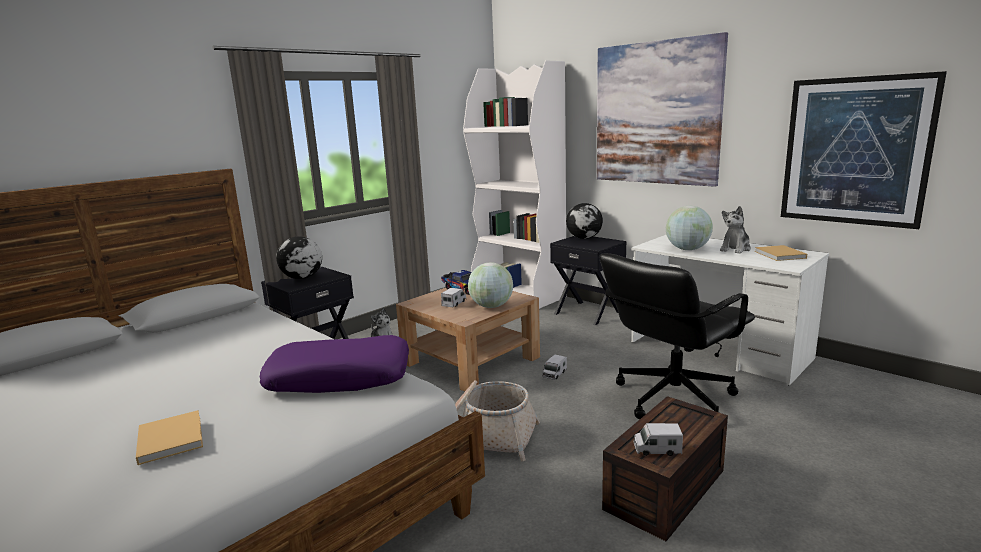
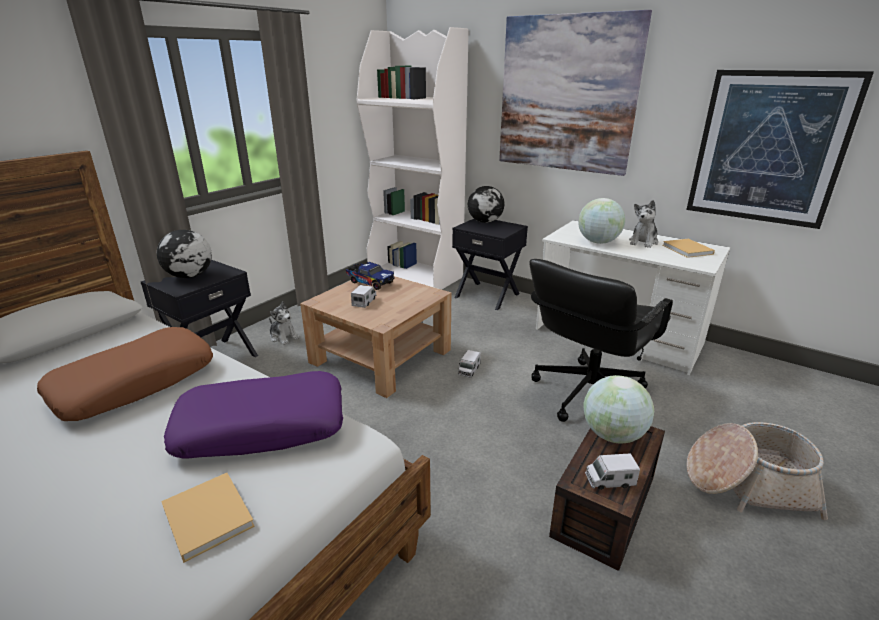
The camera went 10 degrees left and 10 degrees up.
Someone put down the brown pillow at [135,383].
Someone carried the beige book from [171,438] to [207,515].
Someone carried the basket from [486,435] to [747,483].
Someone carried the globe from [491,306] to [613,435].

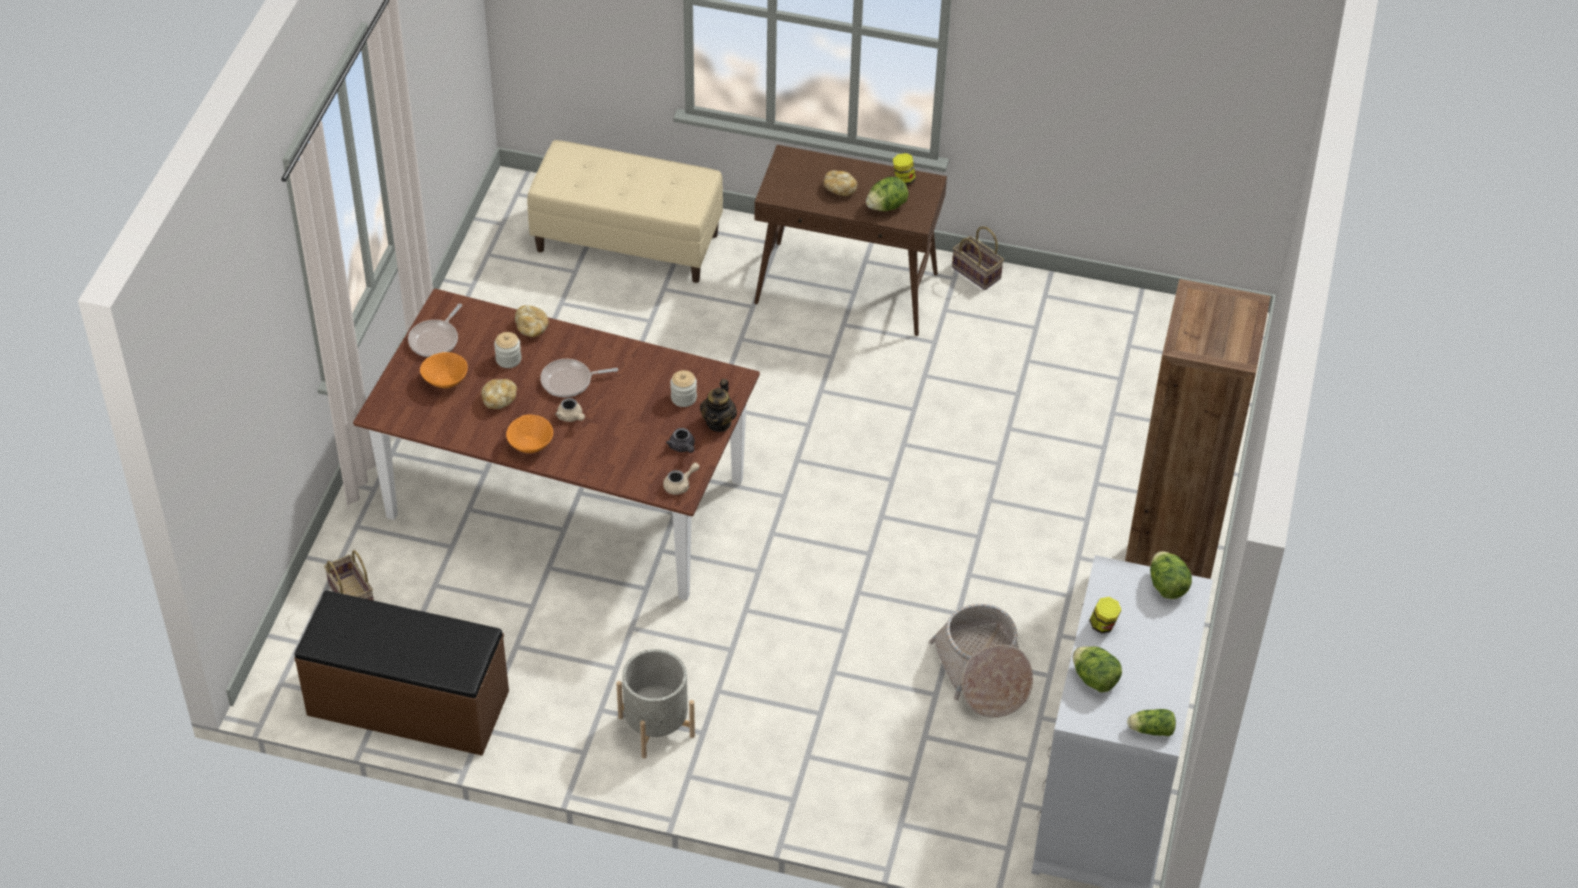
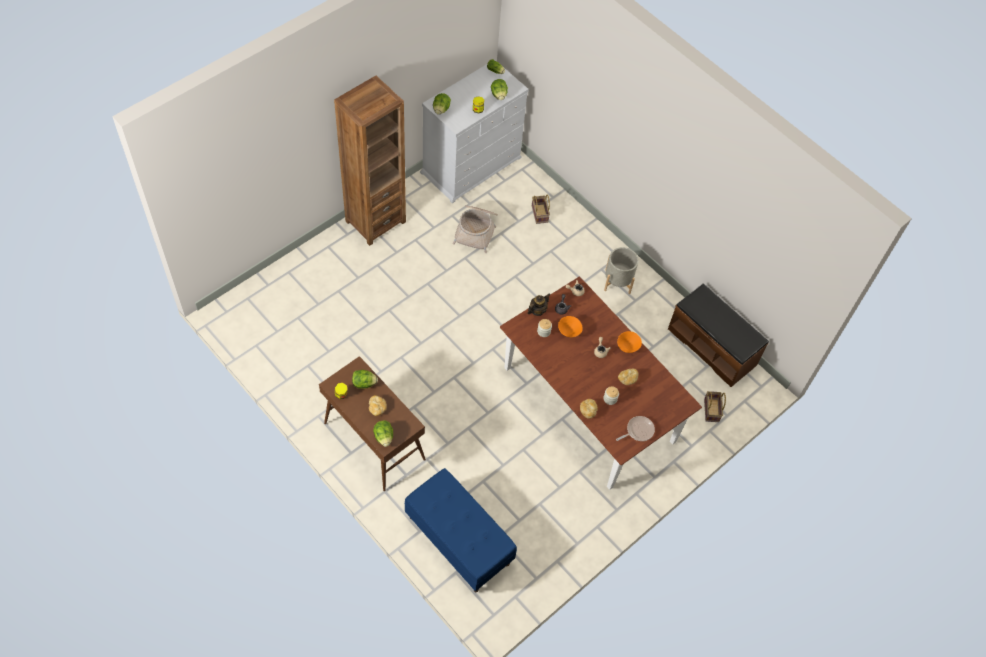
The camera went 150 degrees left and 10 degrees up.
Someone took away the frying pan at [570,381].
Someone put down the lettuce at [384,437].
Someone carried the orange bowl from [445,381] to [569,331].
Someone carried the basket from [977,273] to [539,213].
Someone repainted the beige bench at [628,242], which became the blue bench at [458,540].

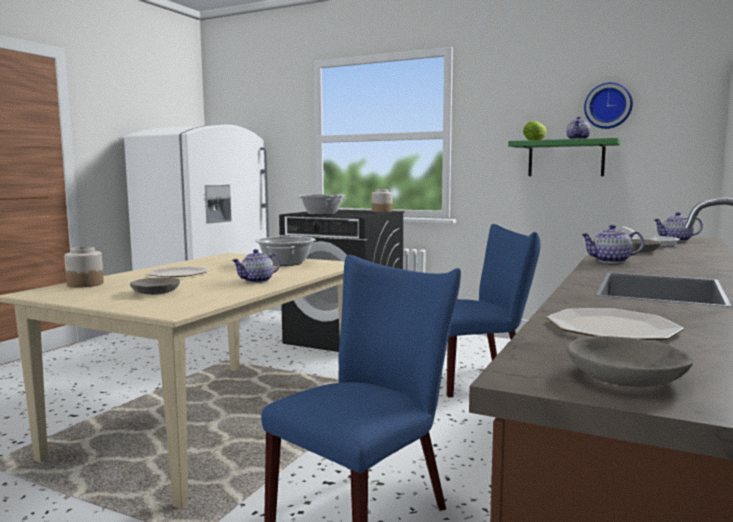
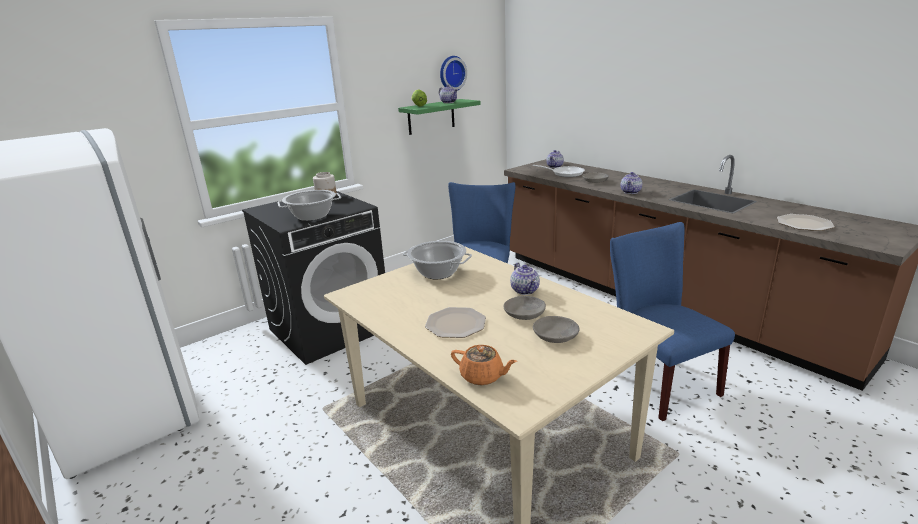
The camera went 65 degrees left and 15 degrees up.
Someone carried the grey bowl from [627,377] to [525,313].
Someone swapped the jar at [85,284] for the orange teapot at [482,376].

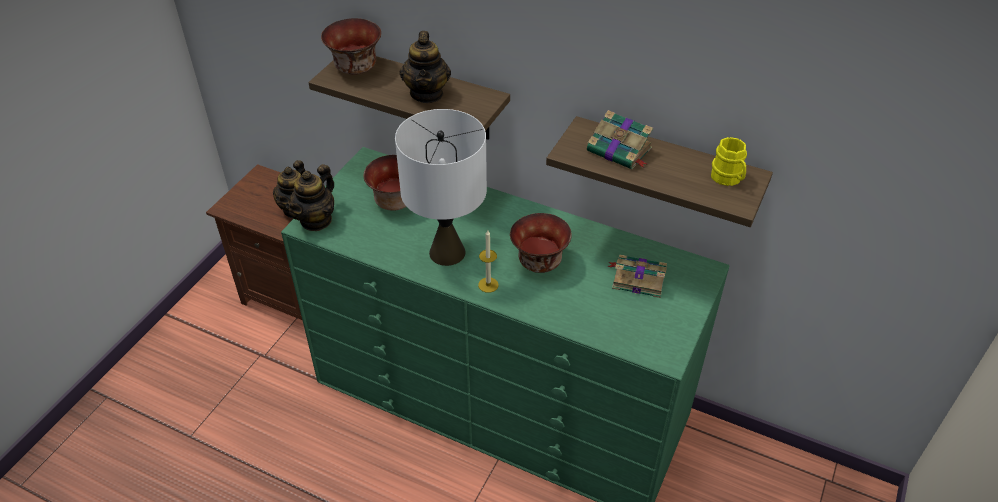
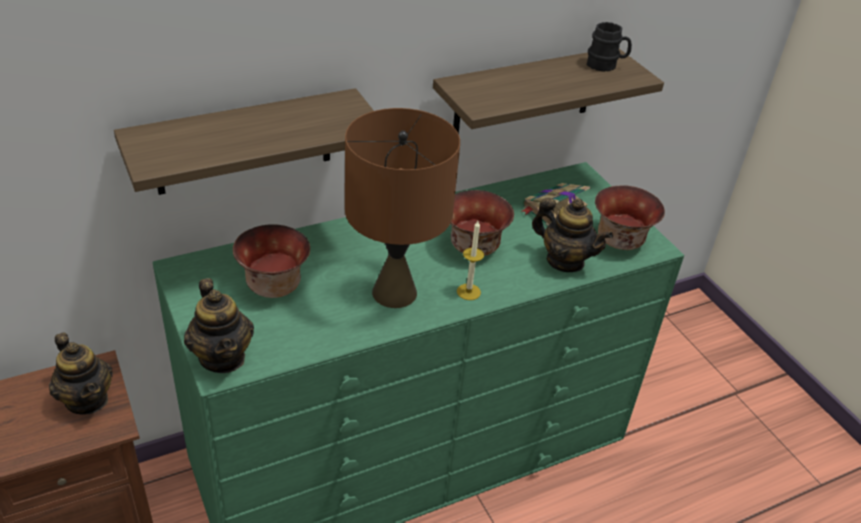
The camera went 55 degrees left and 5 degrees down.
Someone took away the book at [620,151].
Someone carried the bowl from [356,67] to [620,240].
Someone carried the teapot from [427,93] to [565,261].
Someone repainted the white table lamp at [447,252], which became the brown table lamp at [394,292].
Someone repainted the yellow mug at [728,179], which became the black mug at [606,65].

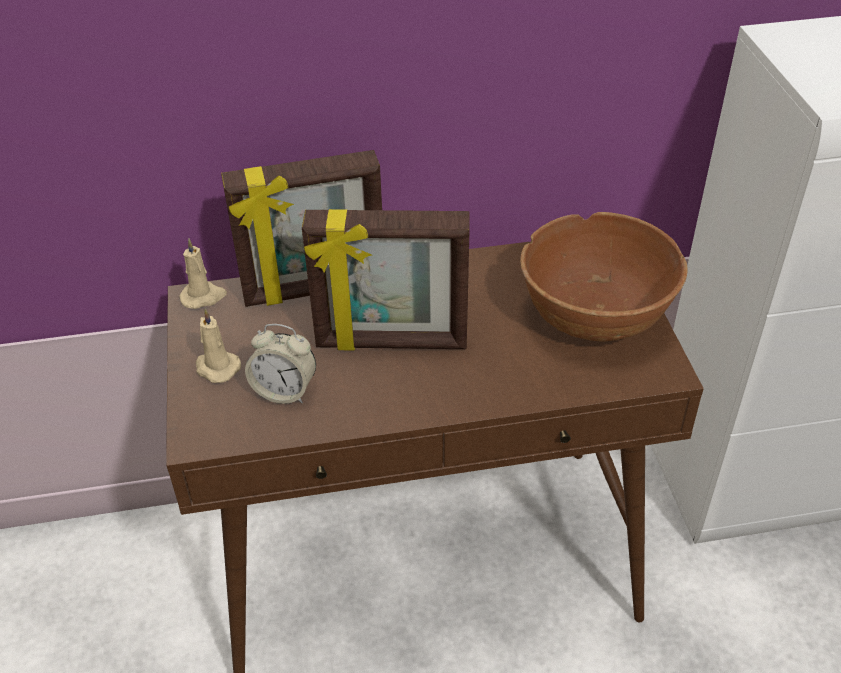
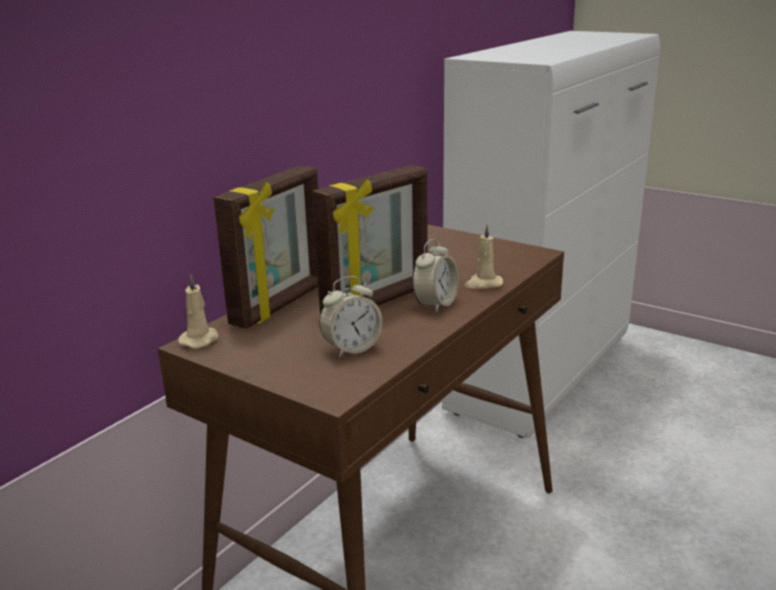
The camera went 45 degrees left and 20 degrees down.
Someone took away the brown bowl at [595,314].
Someone put down the alarm clock at [435,304].
Someone carried the beige candle from [216,368] to [483,284].

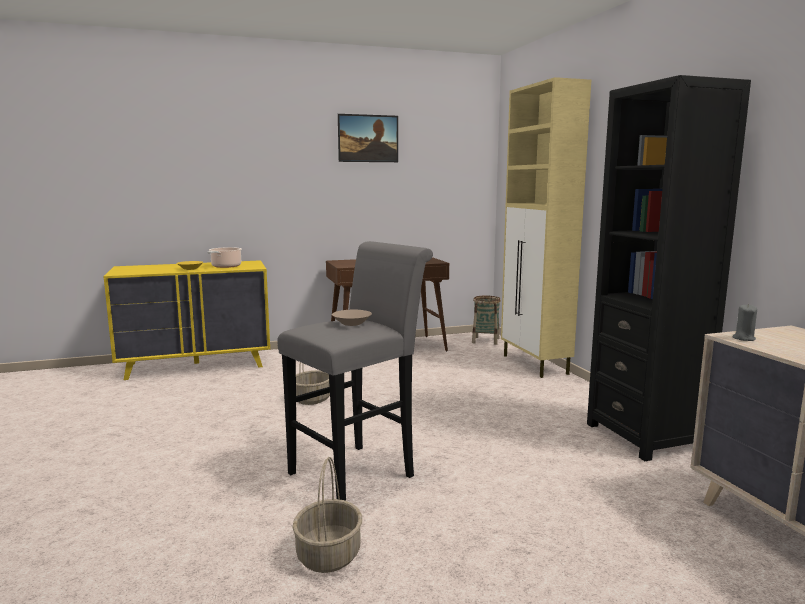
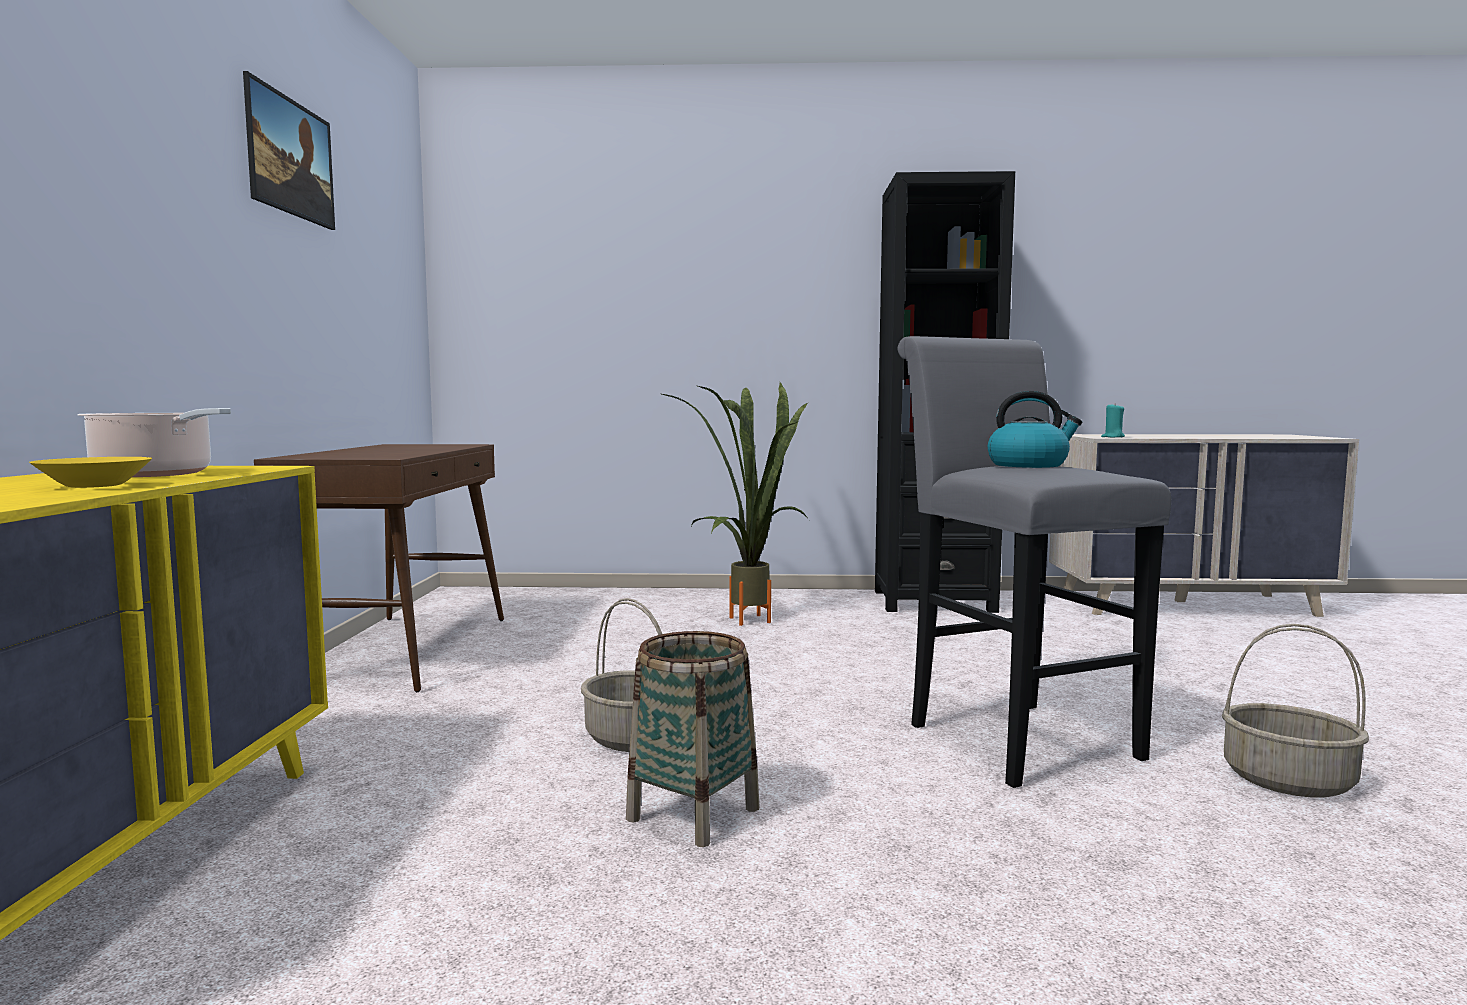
The camera went 70 degrees left and 5 degrees down.
Someone took away the beige cabinet at [535,365].
Someone put down the potted plant at [749,617].
Someone carried the basket from [485,341] to [694,814].
Someone swapped the beige bowl at [352,324] for the kettle at [1029,465].
Someone repainted the grey candle at [743,338], which became the turquoise candle at [1112,437].

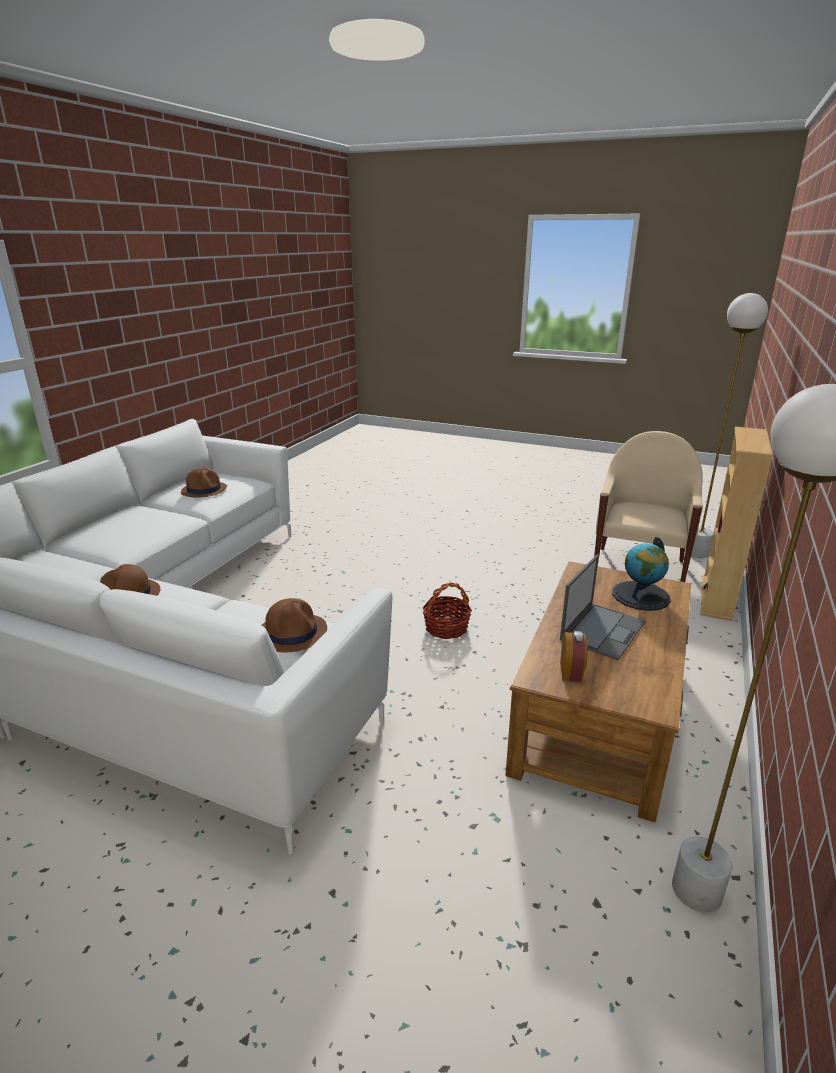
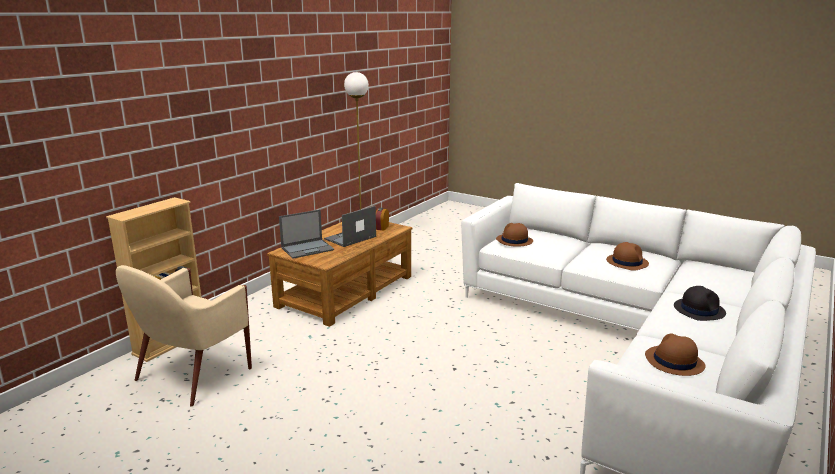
The camera went 170 degrees left and 5 degrees down.
Someone took away the basket at [446,628].
Someone took away the white floor lamp at [697,553].
Someone put down the black hat at [699,310].
Someone swapped the globe at [641,596] for the laptop at [308,249].

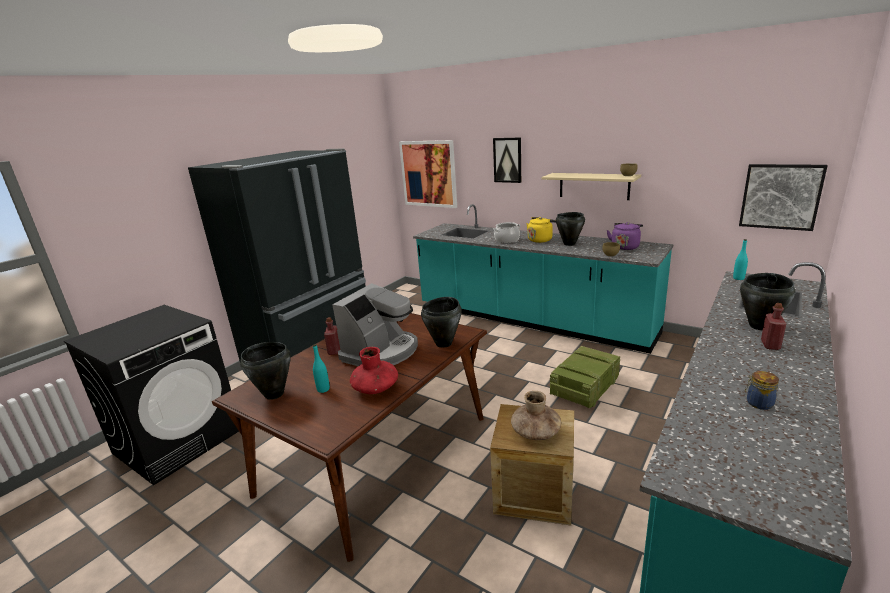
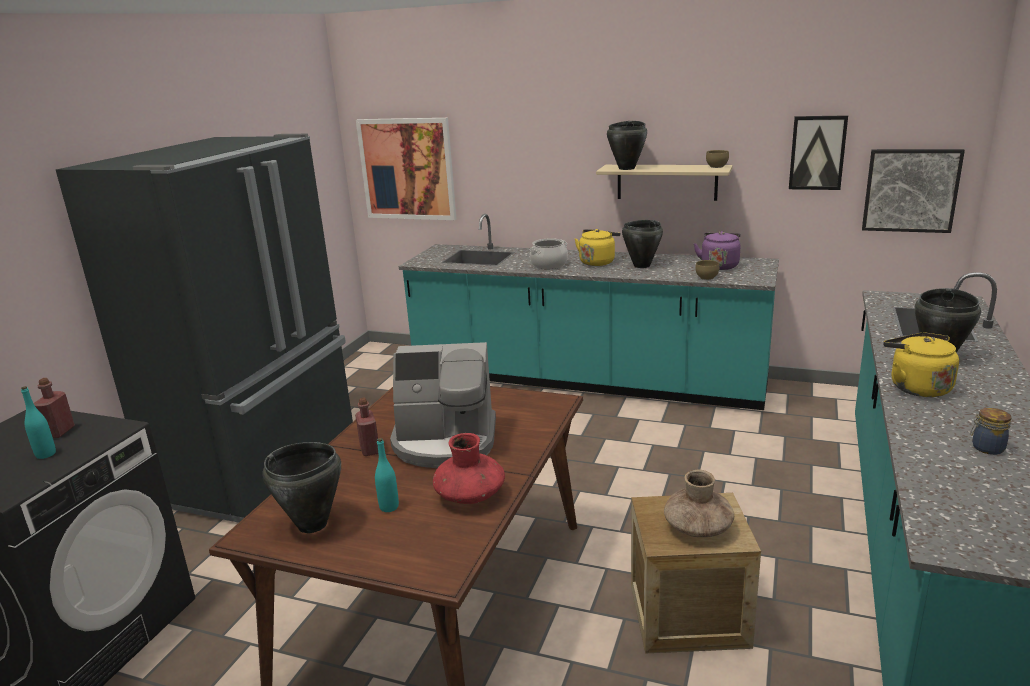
The camera went 15 degrees left and 0 degrees up.
Someone took away the crate at [585,387].
Someone put down the yellow kettle at [916,387].
Someone carried the black cooking pot from [444,343] to [627,168].
Someone carried the picture from [507,160] to [817,152].
Someone carried the turquoise bottle from [738,278] to [46,454].
Someone carried the red bottle from [770,345] to [60,432].
Someone rotated the coffee machine at [381,351] by 75 degrees clockwise.

